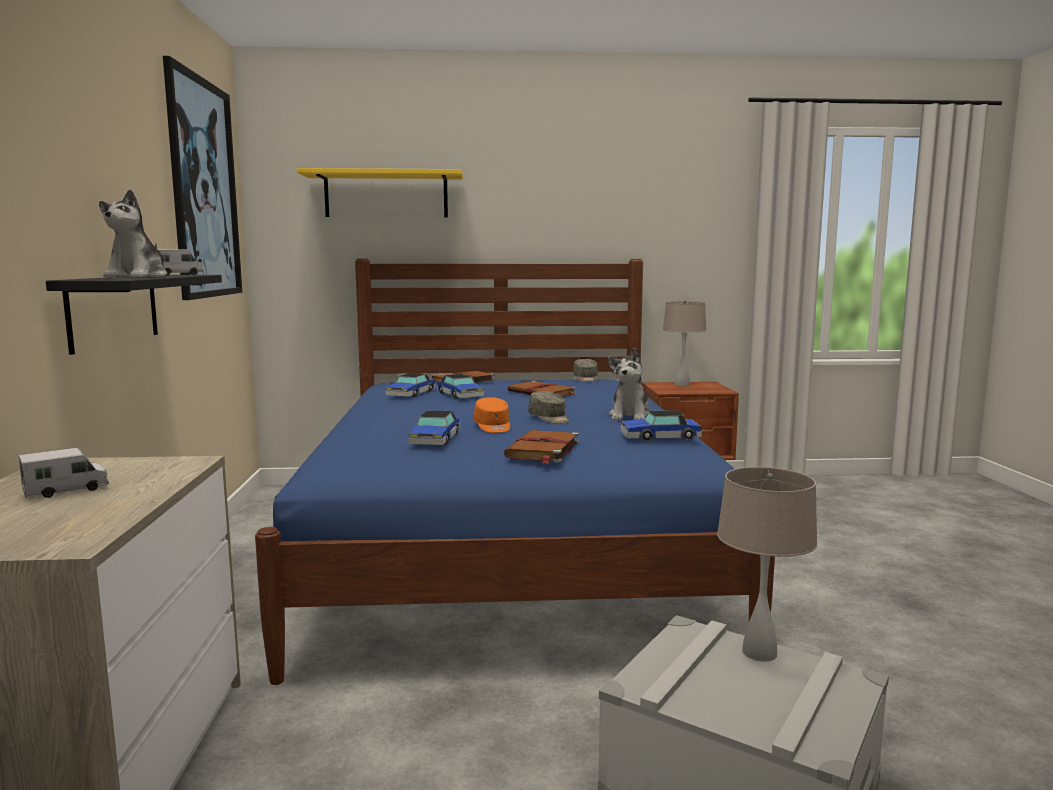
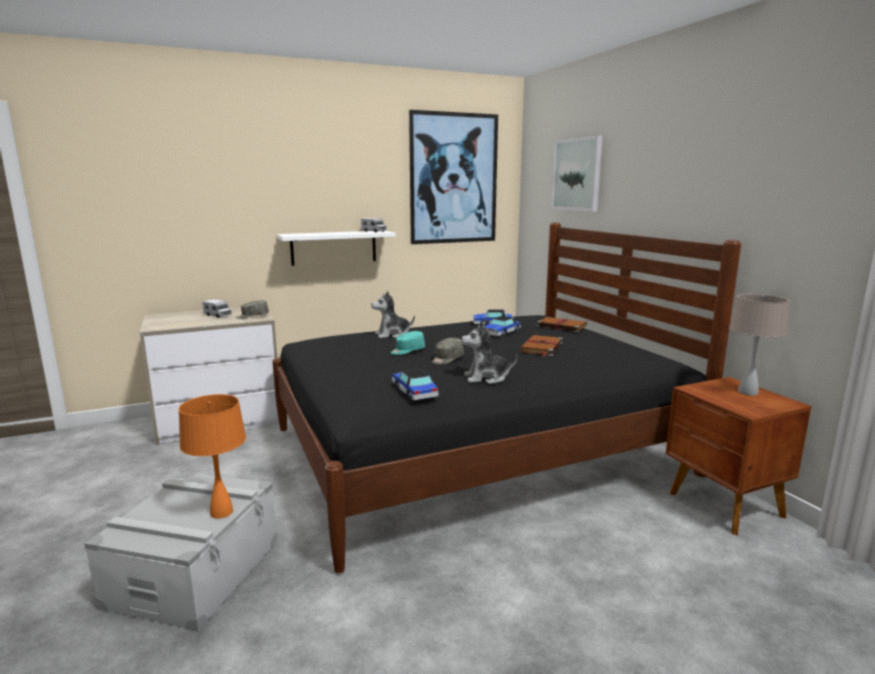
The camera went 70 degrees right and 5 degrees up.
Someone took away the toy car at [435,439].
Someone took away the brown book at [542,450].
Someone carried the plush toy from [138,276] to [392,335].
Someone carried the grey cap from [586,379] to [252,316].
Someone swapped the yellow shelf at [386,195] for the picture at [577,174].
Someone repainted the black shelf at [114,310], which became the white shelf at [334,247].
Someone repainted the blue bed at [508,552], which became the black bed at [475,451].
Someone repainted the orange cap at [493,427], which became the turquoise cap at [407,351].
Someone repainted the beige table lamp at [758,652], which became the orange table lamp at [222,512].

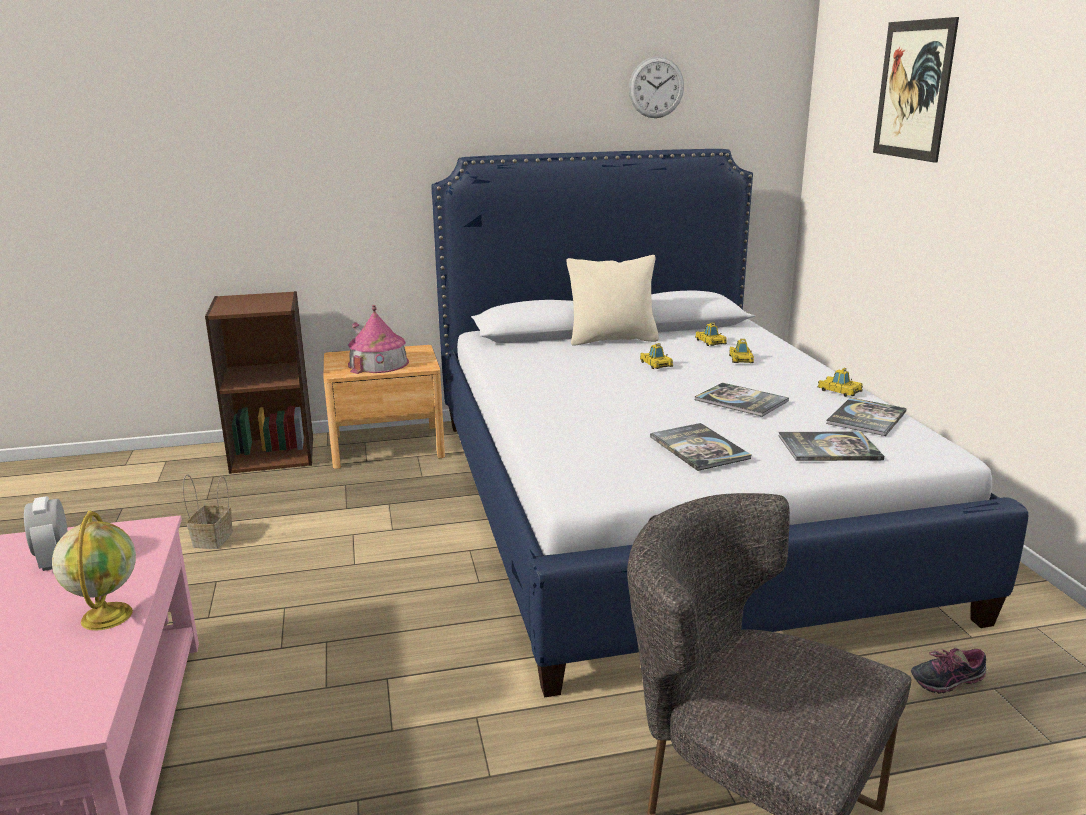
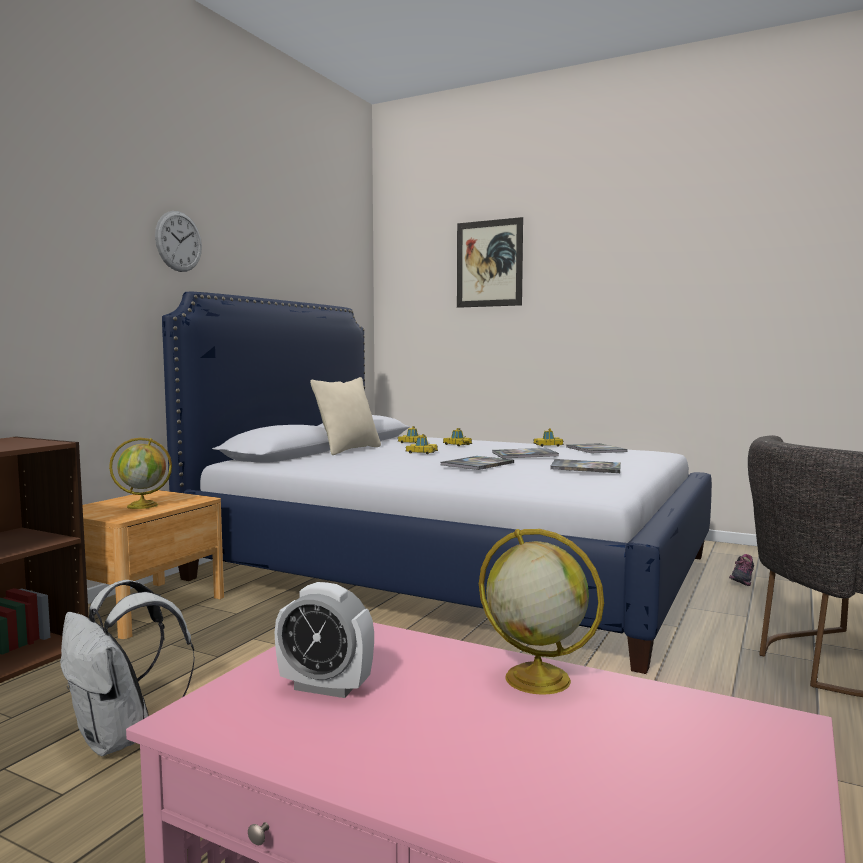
The camera went 50 degrees left and 15 degrees down.
Someone carried the wall clock from [656,87] to [179,241].
Someone carried the book from [829,448] to [477,464].
Someone swapped the basket at [213,540] for the white backpack at [121,738].
Someone swapped the toy house at [378,363] for the globe at [143,505].

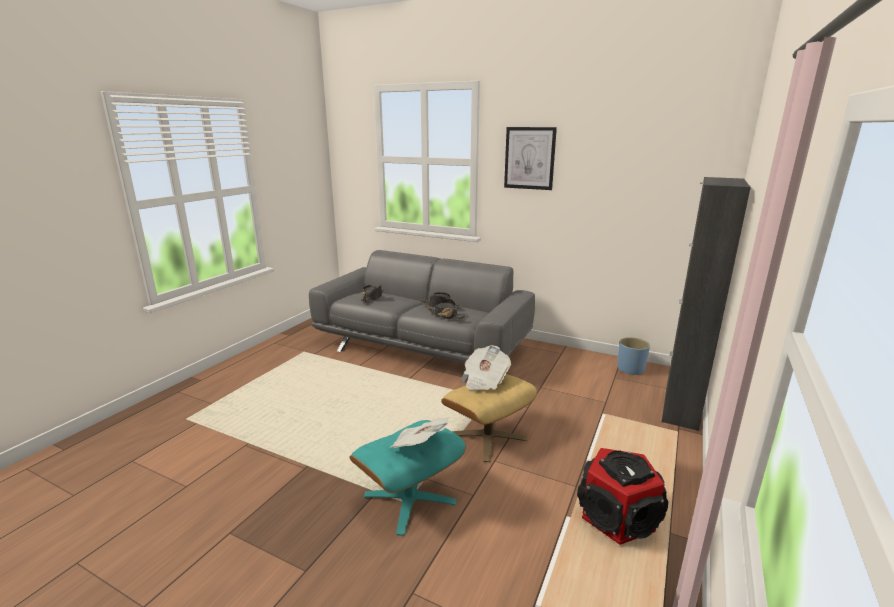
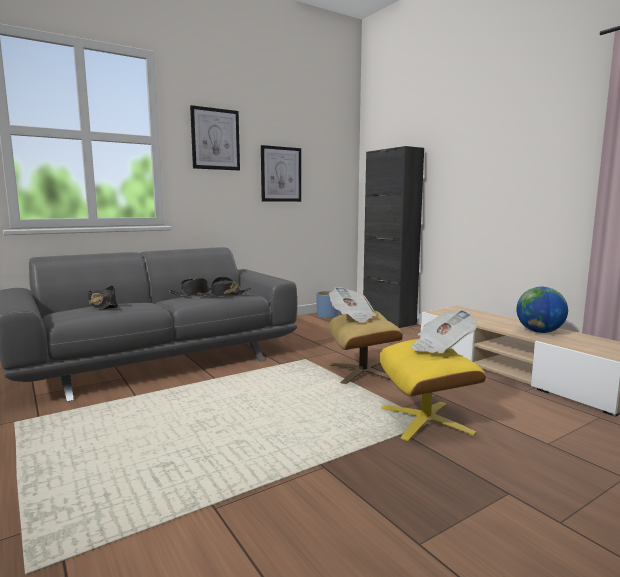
The camera went 60 degrees left and 10 degrees down.
Someone put up the picture at [281,174].
Someone swapped the speaker at [617,517] for the globe at [539,332].
Someone repainted the turquoise ottoman at [409,499], which became the yellow ottoman at [426,420].

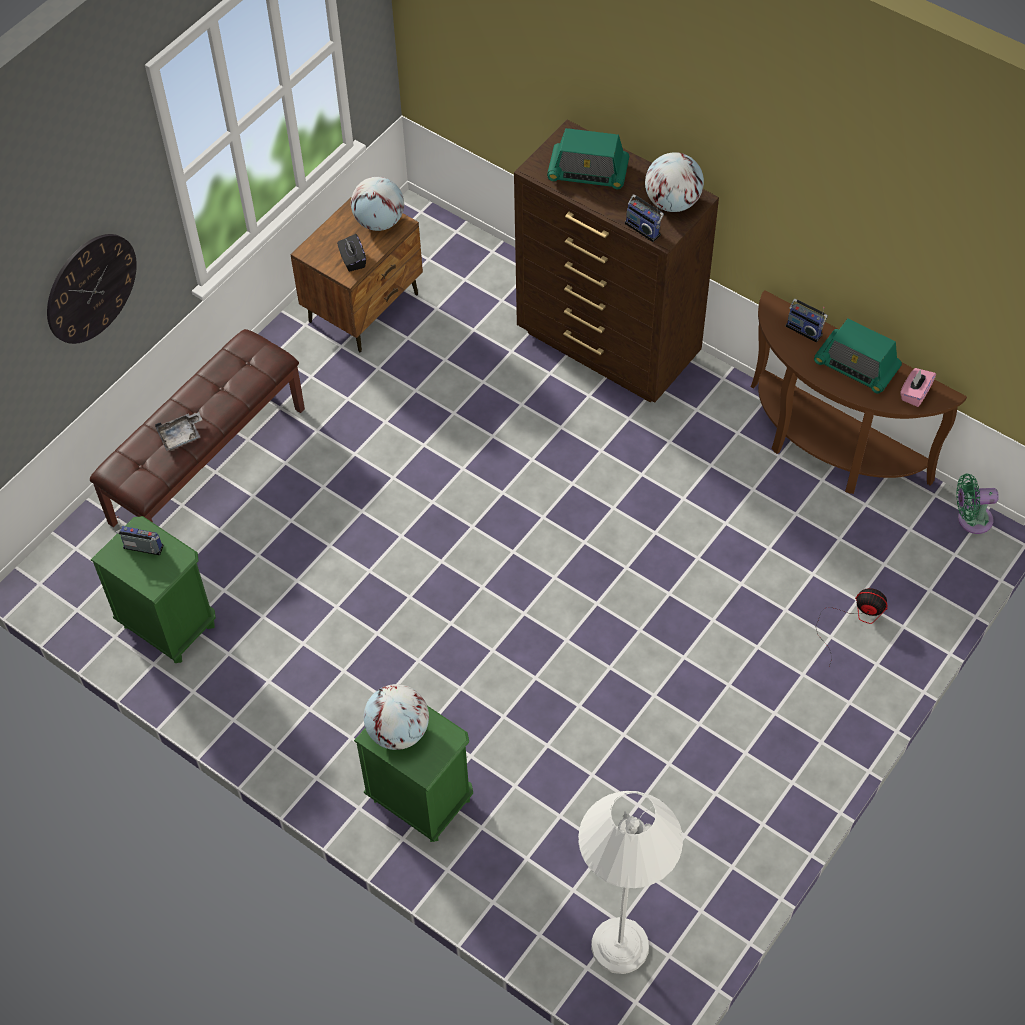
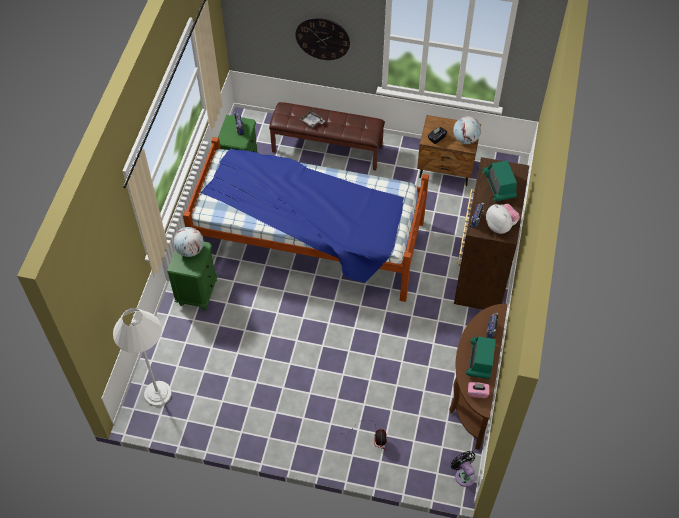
The camera went 65 degrees right and 0 degrees up.
Someone put down the bed at [309,242].
Someone swapped the globe at [672,202] for the plush toy at [500,226].
Someone repainted the green fan at [971,519], which became the black fan at [464,475].

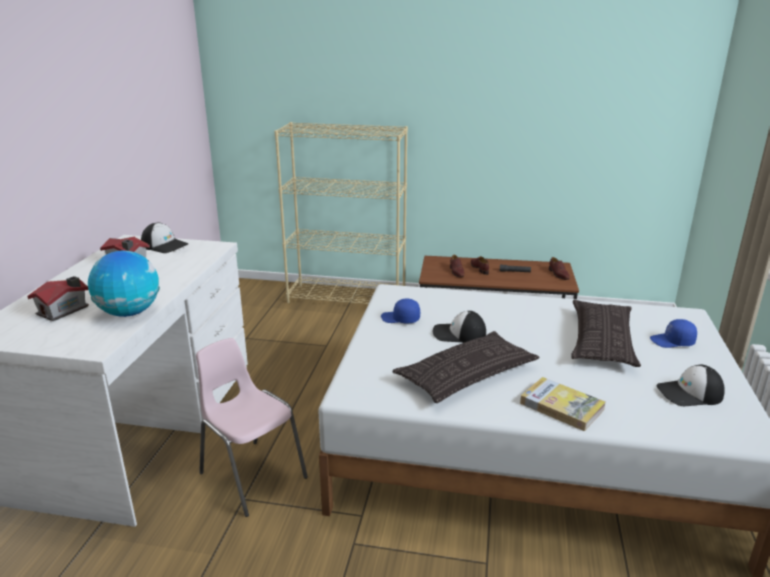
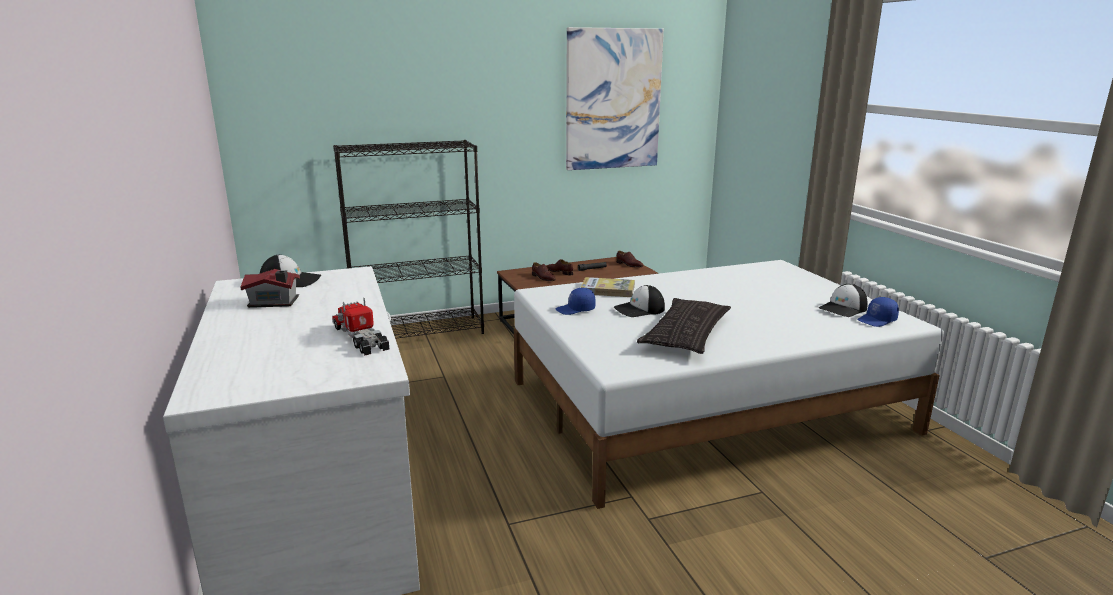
The camera went 30 degrees left and 5 degrees down.
Someone took away the toy house at [64,310].
Someone took away the pink chair at [252,475].
Someone took away the pillow at [601,340].
Someone put up the picture at [613,99].
Someone carried the book from [561,406] to [607,290].
Someone carried the blue cap from [672,342] to [877,320].
Someone swapped the globe at [129,313] for the toy truck at [361,338].
Someone repainted the beige bookcase at [347,298], which became the black bookcase at [419,332].

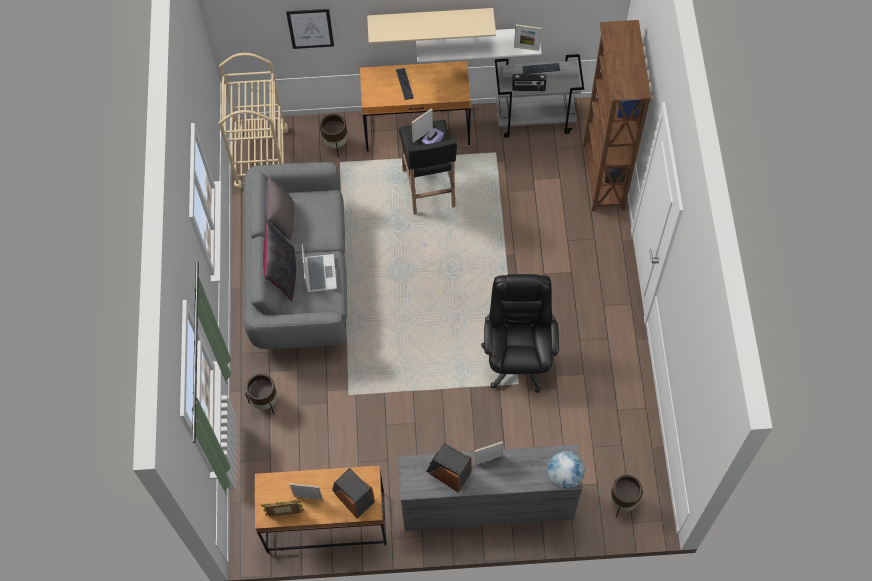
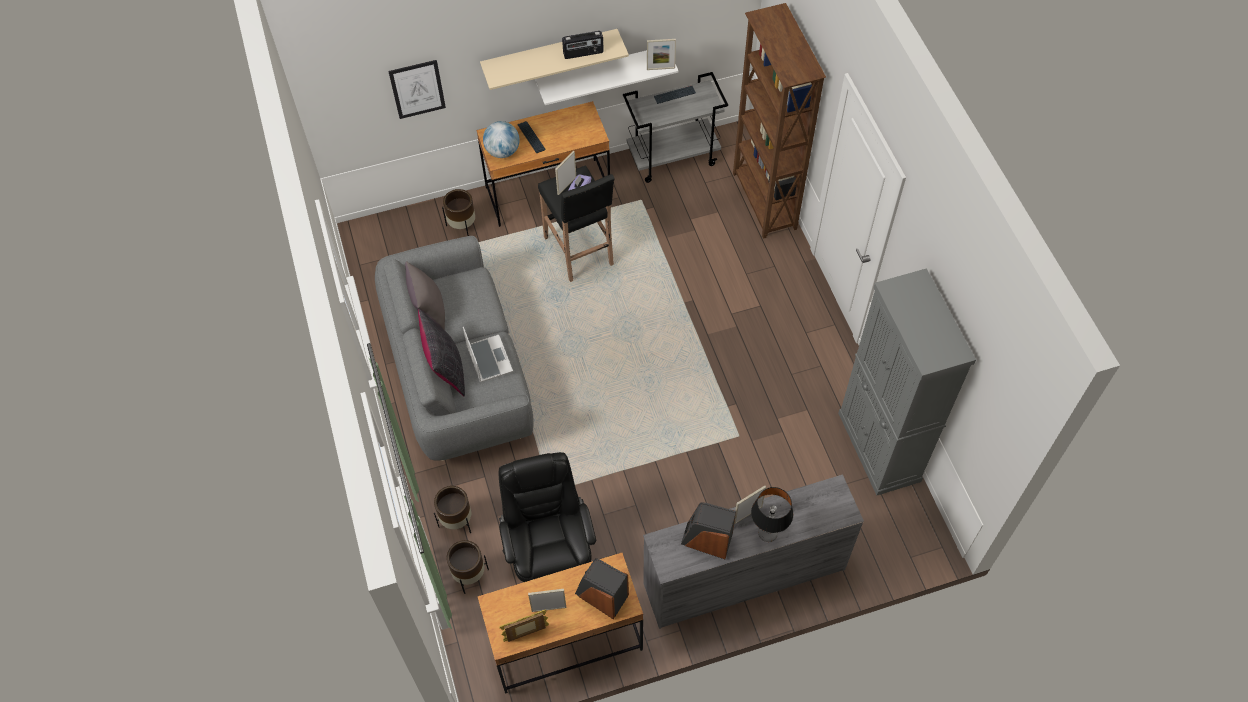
The camera went 15 degrees left and 5 degrees down.
Someone took away the beige cart at [261,158].
Someone put down the table lamp at [767,533].
Someone put down the grey cabinet at [879,447].
Someone carried the black office chair from [518,358] to [550,557].
Someone carried the radio from [528,88] to [583,53].
Someone carried the globe from [564,476] to [502,151].
Someone carried the brown planter from [622,501] to [469,575].

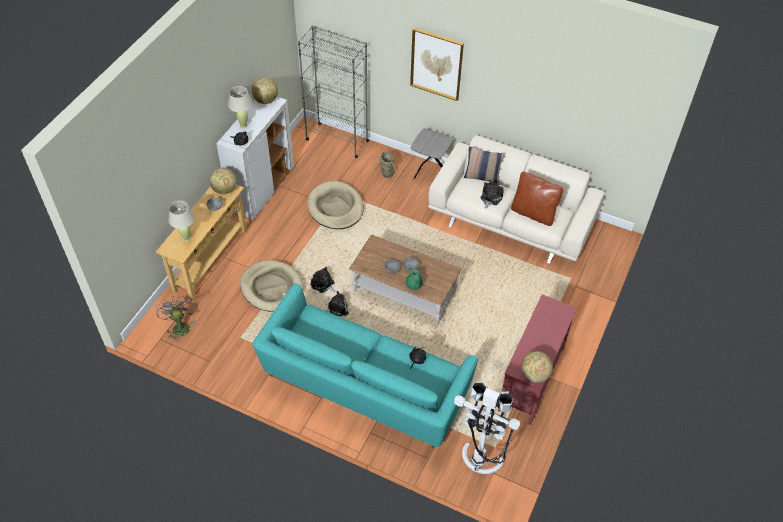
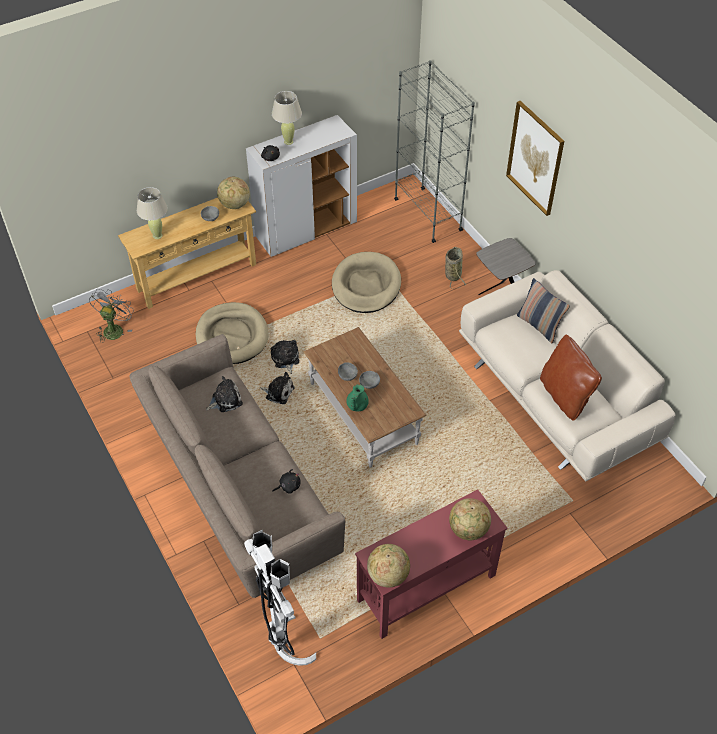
The camera went 35 degrees right and 0 degrees up.
Someone carried the globe from [266,100] to [468,530].
Someone carried the plush toy from [490,198] to [225,400].
Someone repainted the turquoise sofa at [364,386], which became the beige sofa at [238,489].

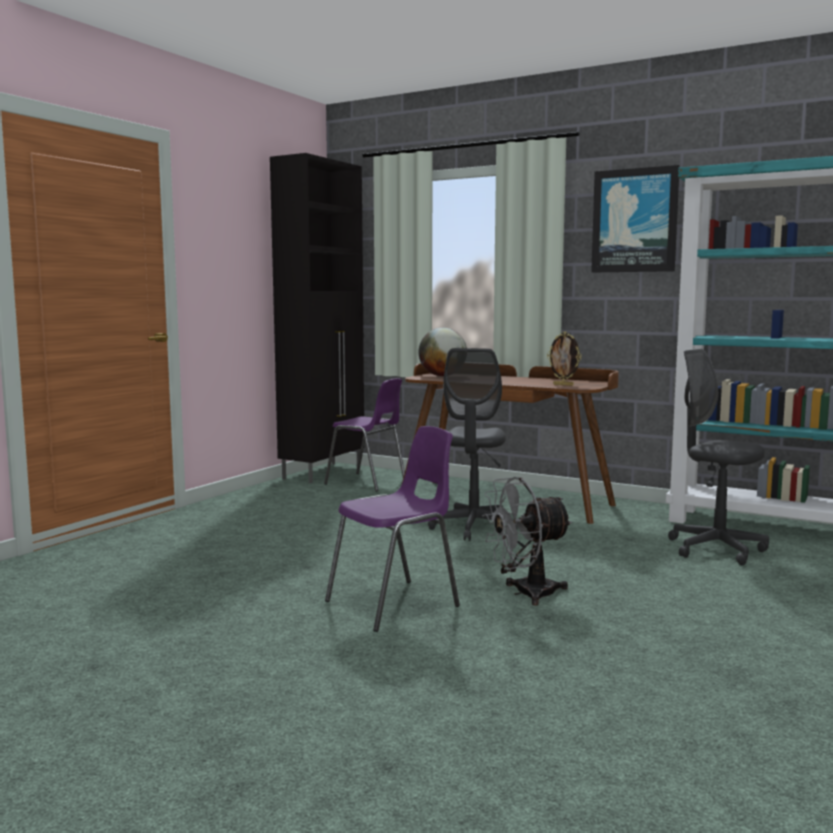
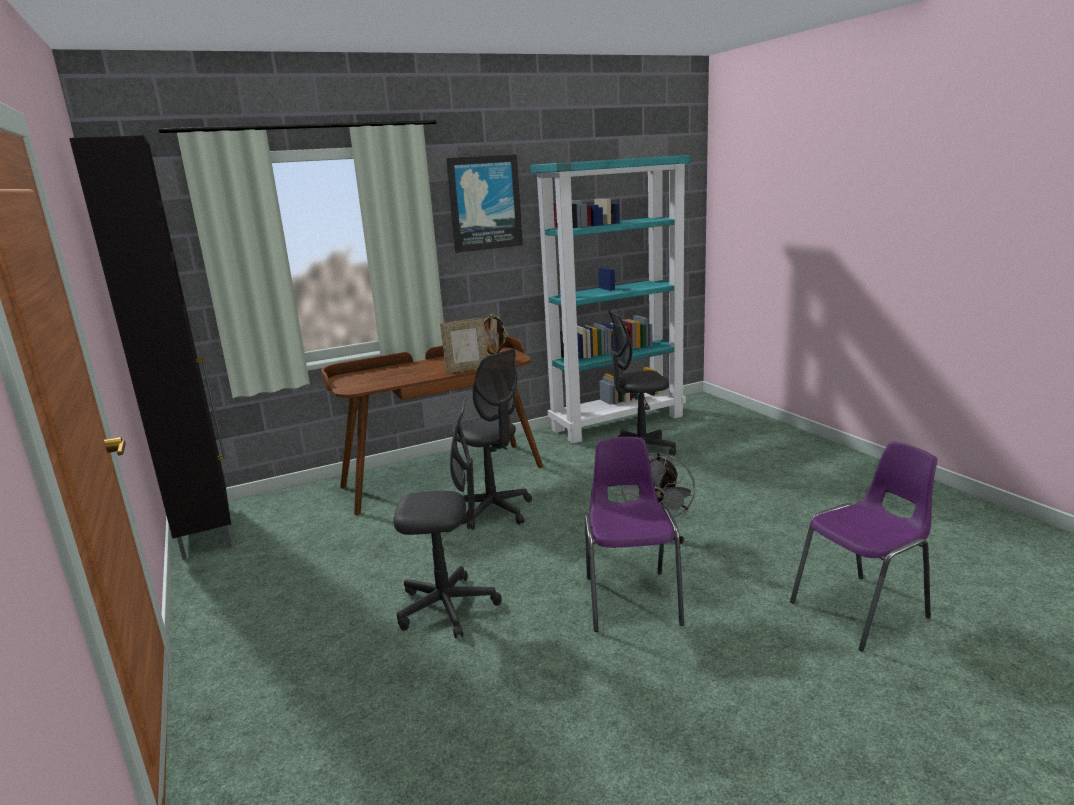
The camera went 55 degrees left and 10 degrees up.
Someone took away the globe at [442,376].
Someone put down the grey office chair at [447,607].
Someone put down the picture frame at [467,369].
Someone carried the purple chair from [367,483] to [862,610].

